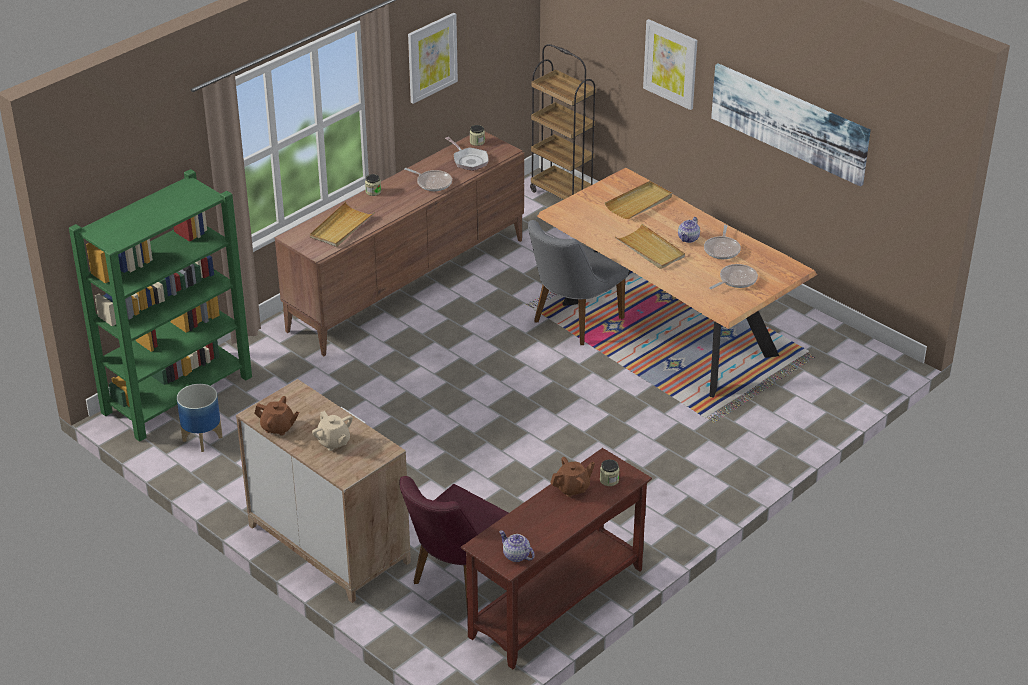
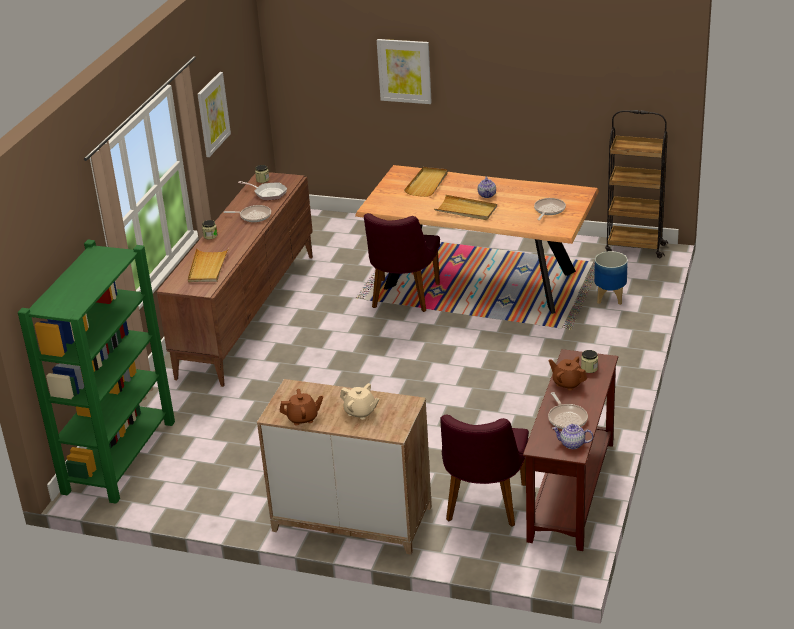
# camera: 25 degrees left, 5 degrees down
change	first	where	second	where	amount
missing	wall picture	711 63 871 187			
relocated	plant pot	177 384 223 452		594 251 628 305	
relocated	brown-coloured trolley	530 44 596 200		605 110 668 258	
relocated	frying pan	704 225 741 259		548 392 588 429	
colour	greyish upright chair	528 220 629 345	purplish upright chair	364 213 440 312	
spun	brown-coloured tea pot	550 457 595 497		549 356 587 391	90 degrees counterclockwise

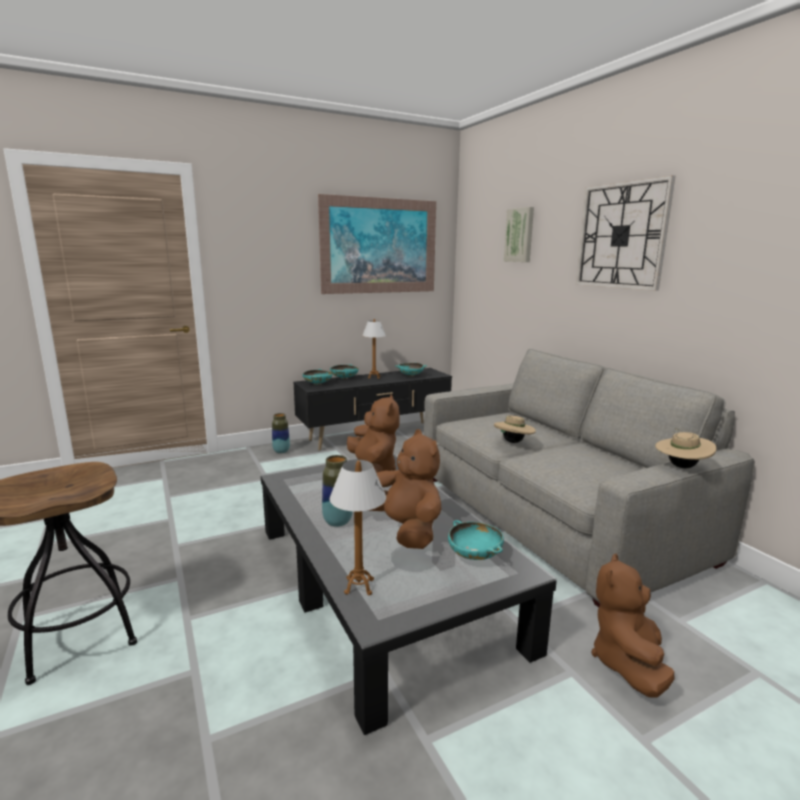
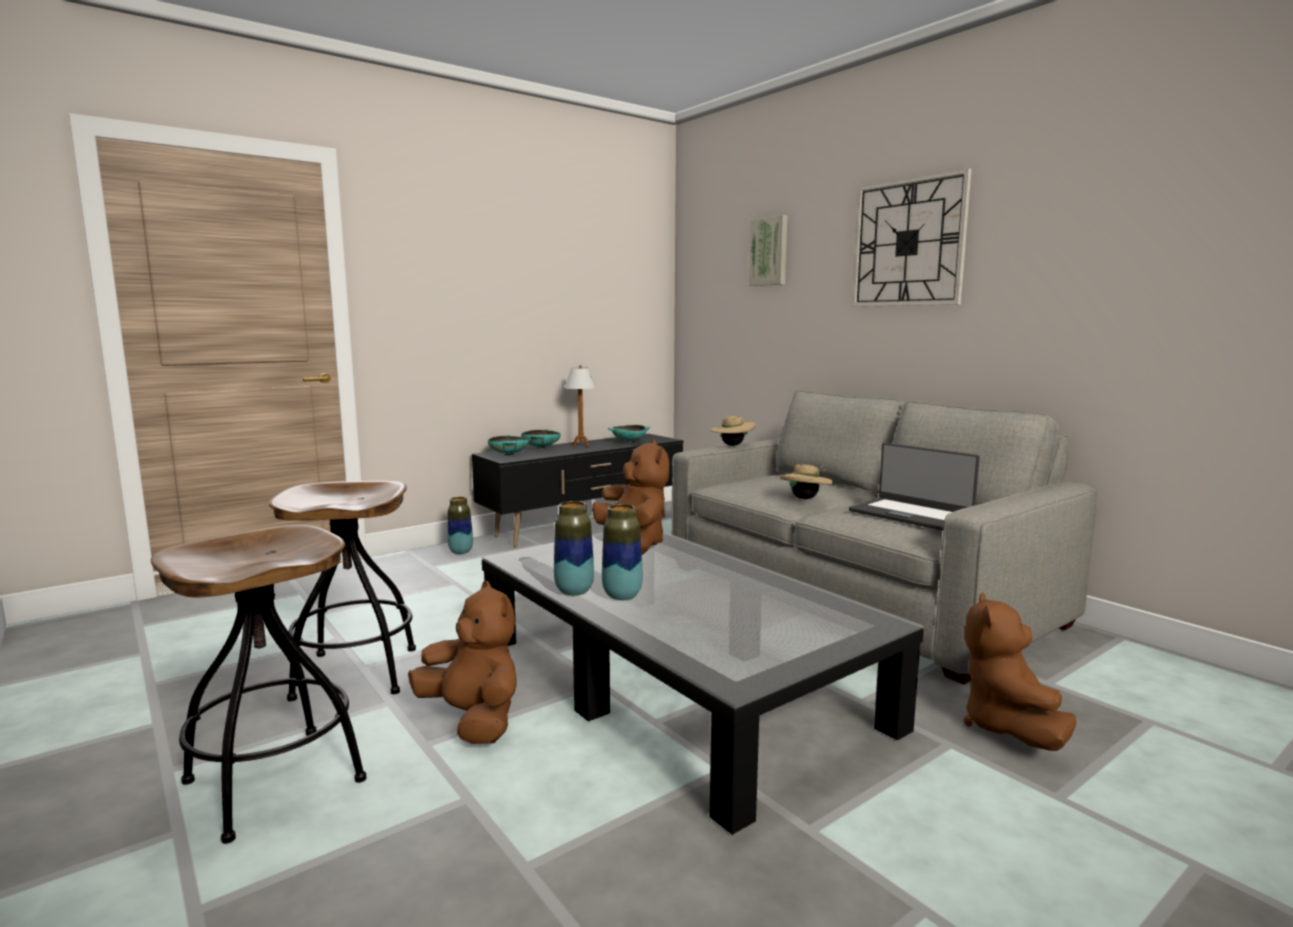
# camera: 10 degrees left, 5 degrees down
change	first	where	second	where	amount
missing	wall picture	318 194 436 294			
missing	table lamp	329 460 386 595			
missing	turquoise serving bowl	448 520 504 560			
appeared			brown-coloured stool	268 481 416 701	
appeared			flower vase	554 501 594 595	
appeared			portable computer	849 443 980 531	
relocated	brown-coloured soft toy	367 429 441 549		408 581 517 744	
relocated	beige-coloured wearable hat	655 428 717 468		711 415 756 446	

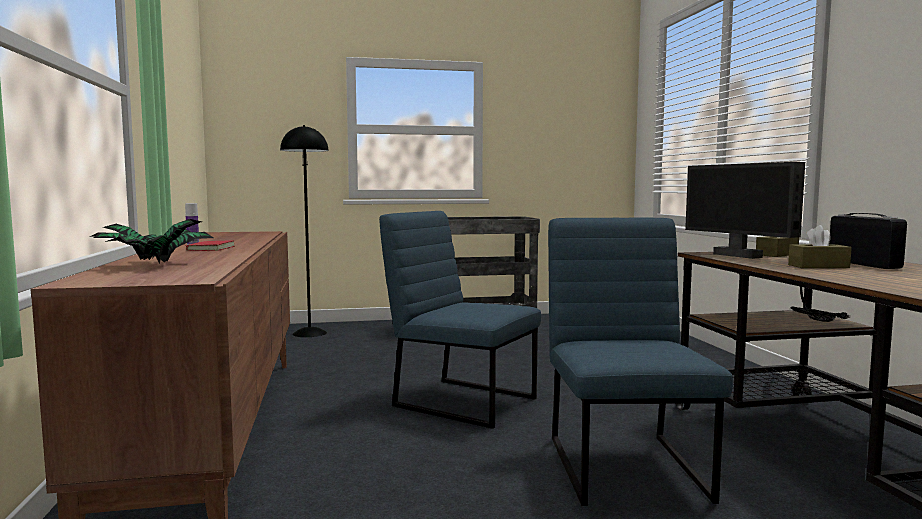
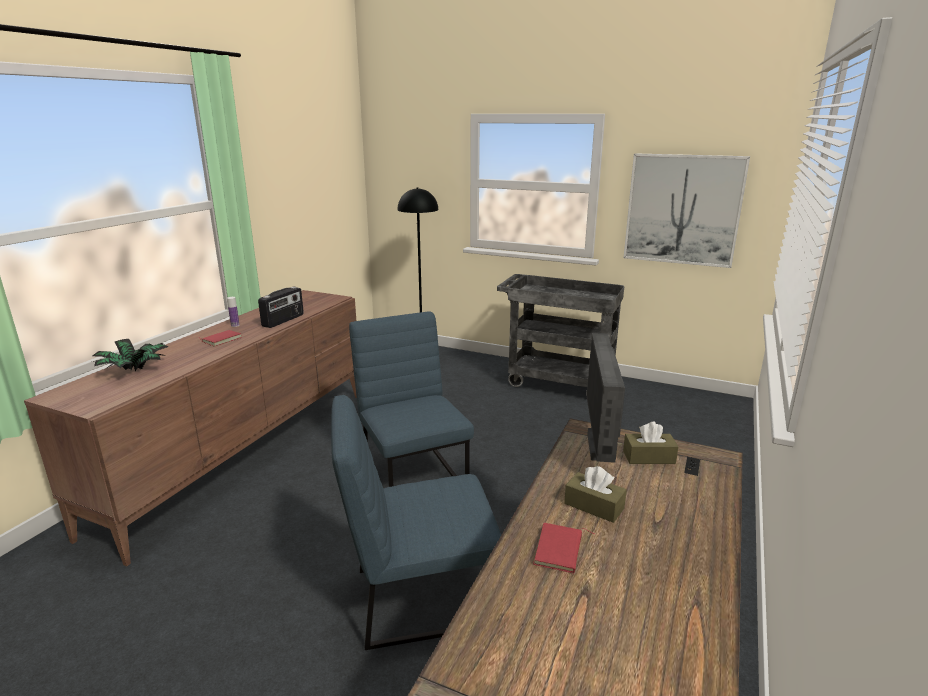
# camera: 35 degrees right, 15 degrees up
change	first	where	second	where	amount
appeared			red volume	533 523 594 574	
appeared			wall picture	623 153 750 268	
relocated	radio receiver	829 213 907 269		258 286 304 328	
spun	blue-coloured upright chair	548 218 733 506		331 395 501 650	135 degrees counterclockwise

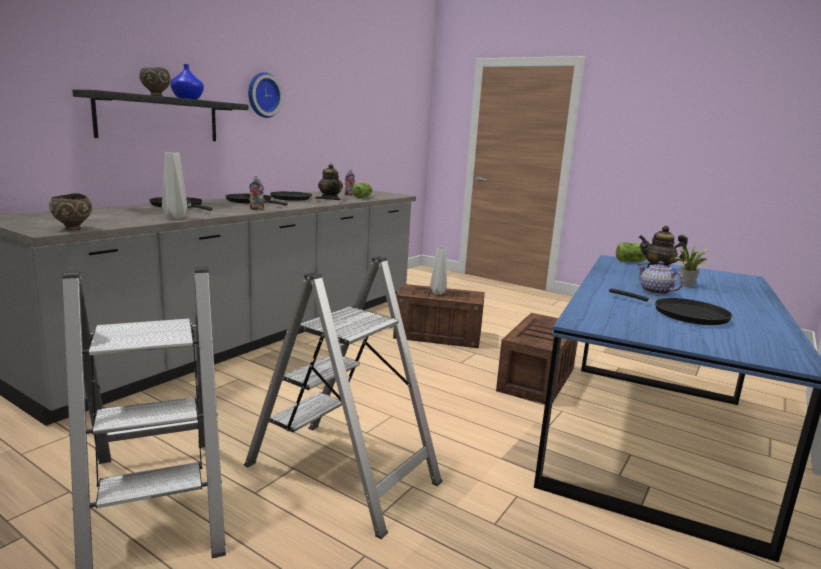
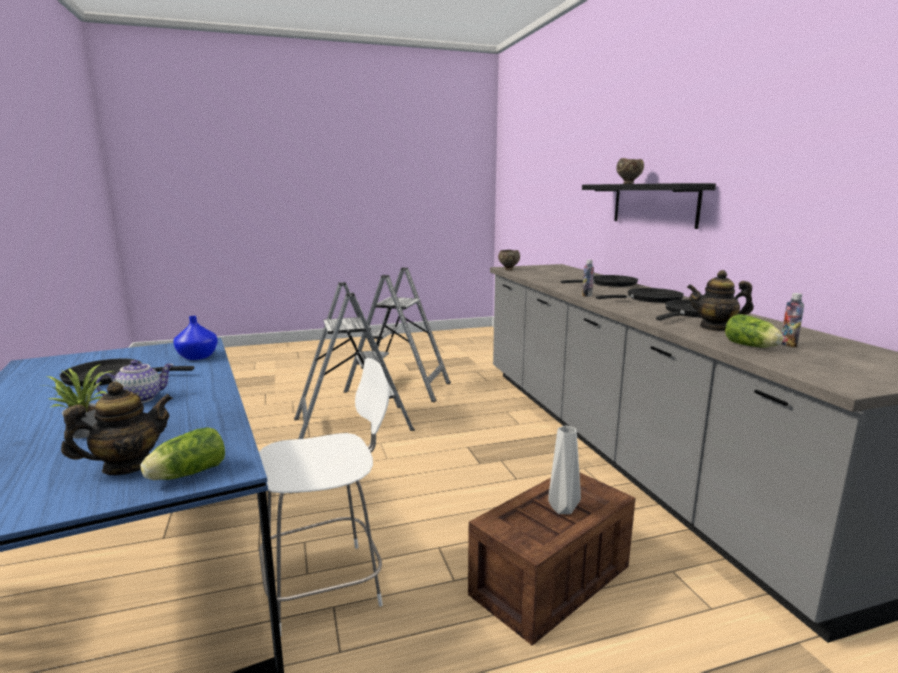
# camera: 130 degrees right, 0 degrees up
change	first	where	second	where	amount
missing	greyish flower vase	162 152 187 219			
missing	clock on the wall	248 72 283 118			
relocated	blue-coloured flower vase	170 64 204 100		173 316 218 360	
exchanged	packing crate	496 313 578 404	white-coloured upright chair	259 358 389 636	
spun	tea pot	638 261 684 295		96 360 174 403	45 degrees counterclockwise

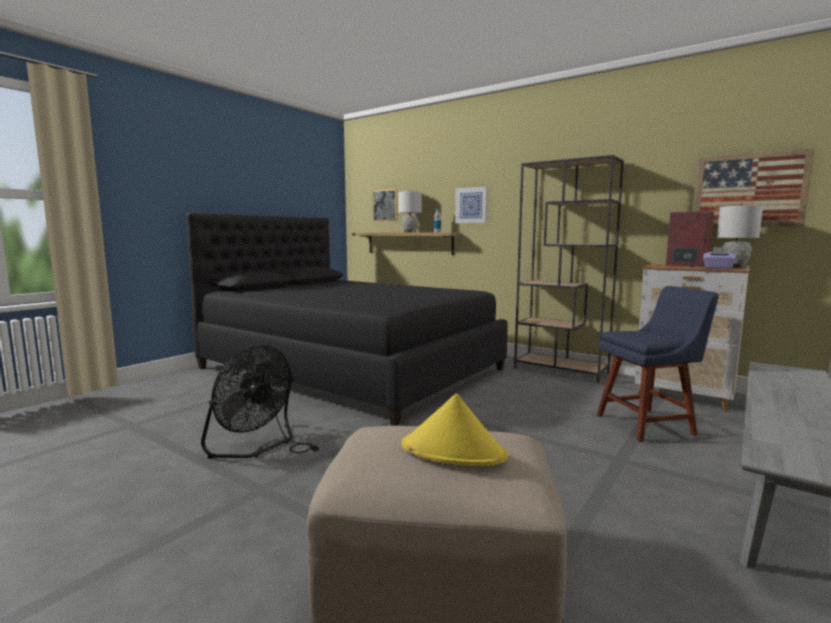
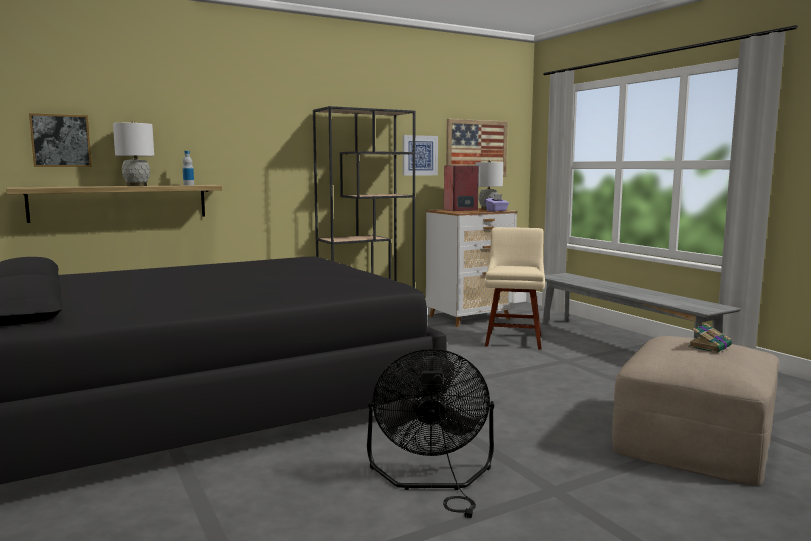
# camera: 65 degrees left, 0 degrees up
change	first	where	second	where	amount
relocated	wall picture	455 187 488 223		403 135 438 176	
exchanged	yellow-coloured wearable hat	402 393 508 466	volume	688 323 732 353	
colour	blue-coloured upright chair	597 286 719 442	beige-coloured upright chair	484 227 545 350	
spun	black cooling fan	201 345 319 459		367 349 494 518	120 degrees clockwise

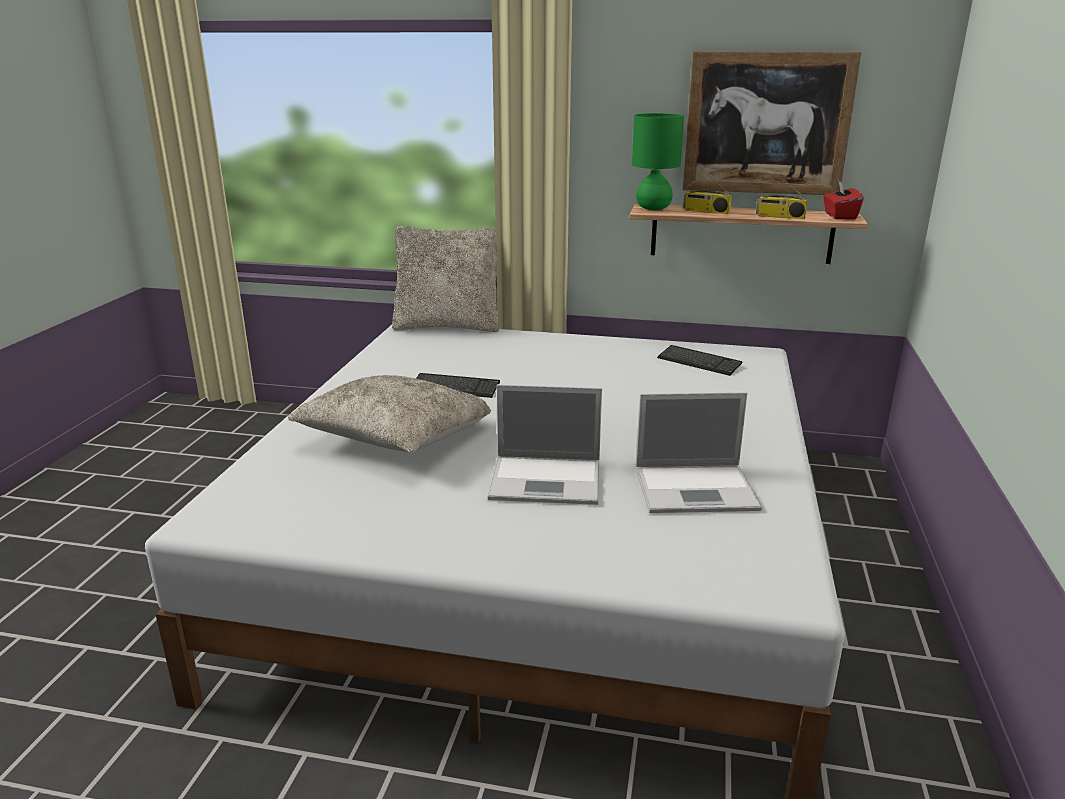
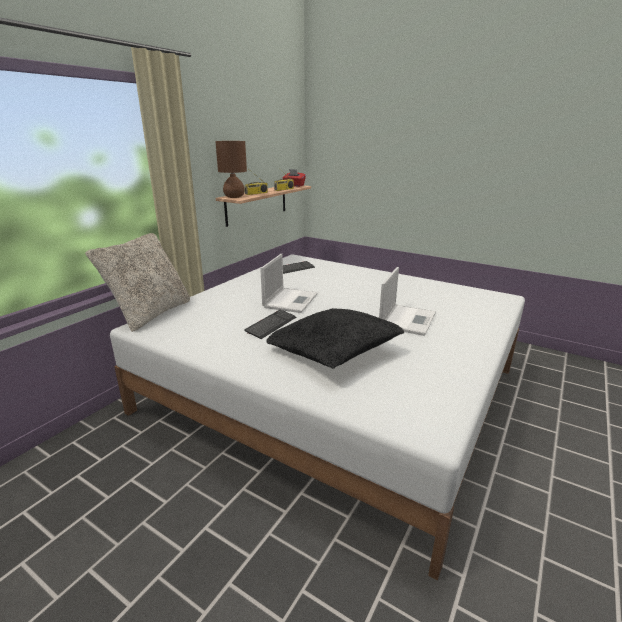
# camera: 70 degrees left, 0 degrees up
change	first	where	second	where	amount
missing	wall picture	683 51 861 195			
relocated	portable computer	636 392 762 513		260 254 318 313	
colour	beige-coloured pillow	288 375 491 453	black pillow	266 308 404 369	
colour	greenish table lamp	632 113 684 210	brown-coloured table lamp	215 141 247 198	

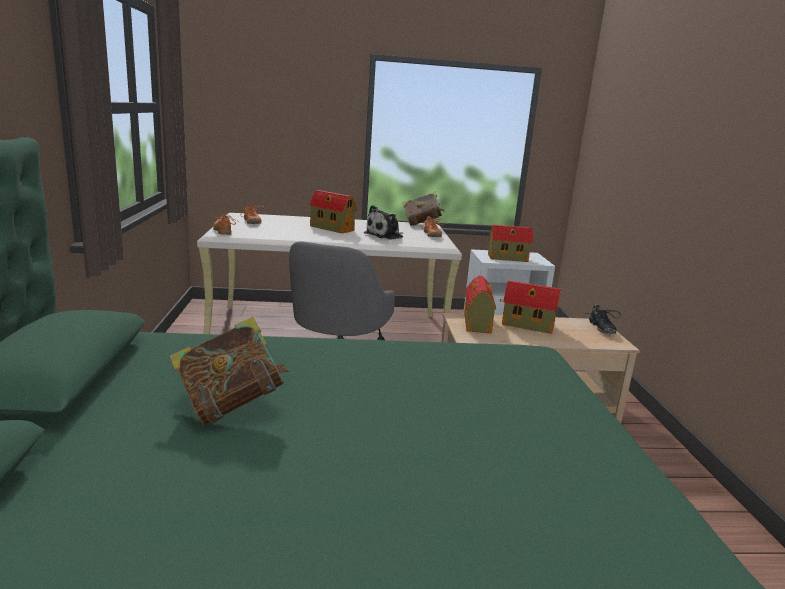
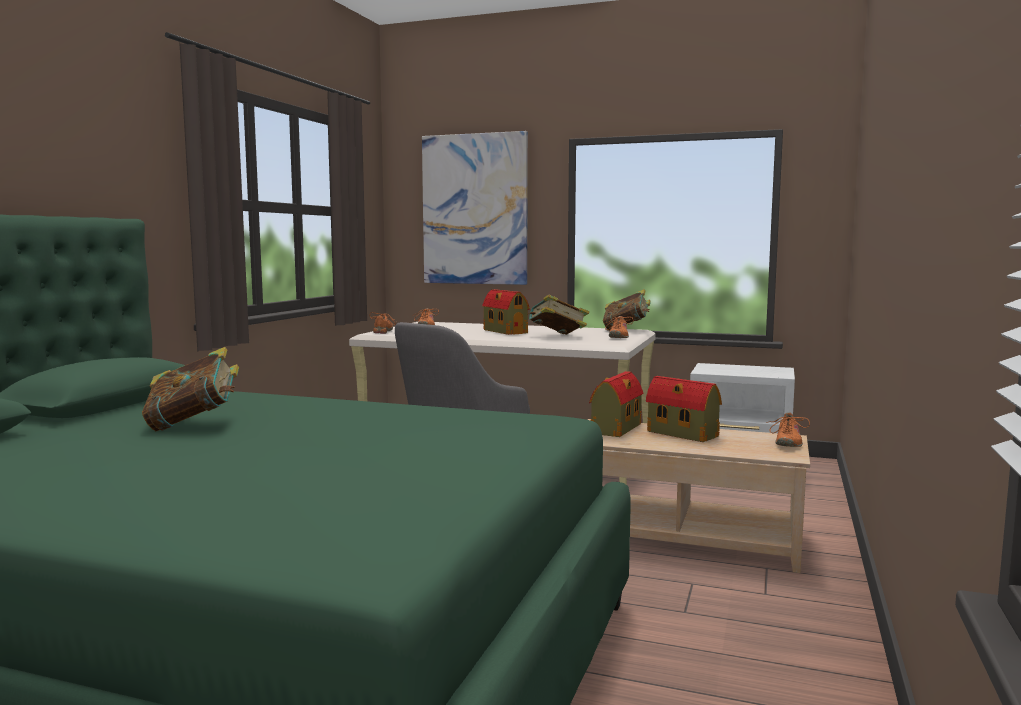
# camera: 25 degrees right, 10 degrees down
change	first	where	second	where	amount
missing	model house	488 225 533 262			
appeared			wall picture	422 131 528 285	
exchanged	soft toy	364 205 403 240	volume	527 295 589 335	
colour	black item of footwear	585 305 620 334	orangey item of footwear	767 412 810 447	

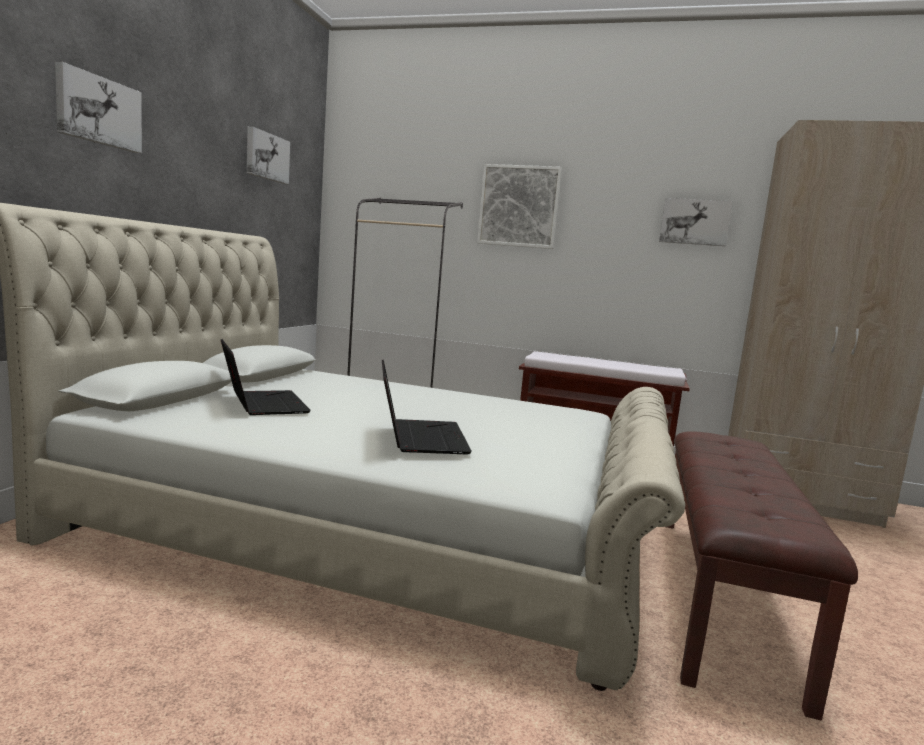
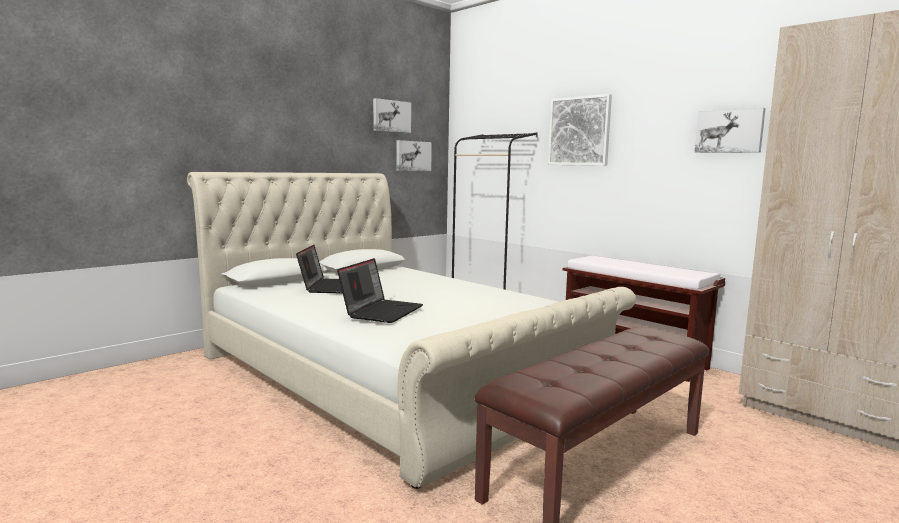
# camera: 30 degrees right, 0 degrees up
change	first	where	second	where	amount
relocated	wall picture	55 62 142 153		396 140 432 171	

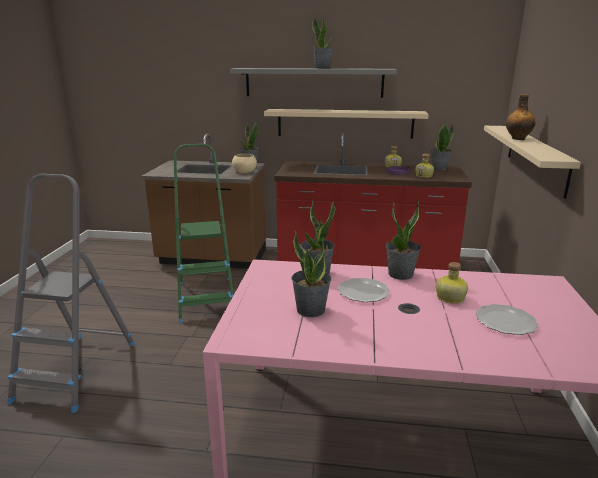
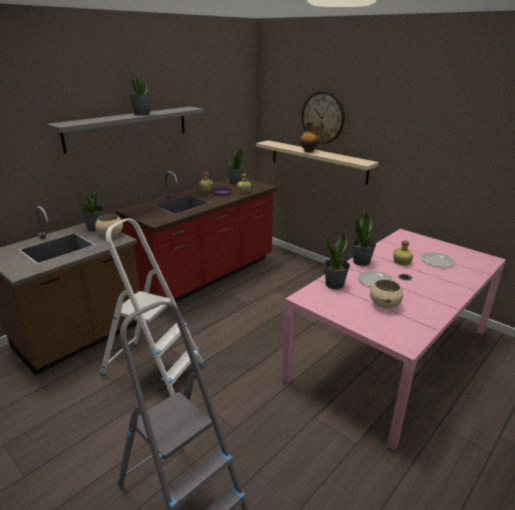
# camera: 55 degrees left, 5 degrees up
change	first	where	second	where	amount
missing	beige-coloured bracket shelf	264 109 429 139			
appeared			clock on the wall	302 91 345 144	
exchanged	plant in a pot	292 231 331 317	beige-coloured serving bowl	370 279 403 309	
colour	greenish stepladder	174 144 234 324	white-coloured stepladder	100 218 205 396	

